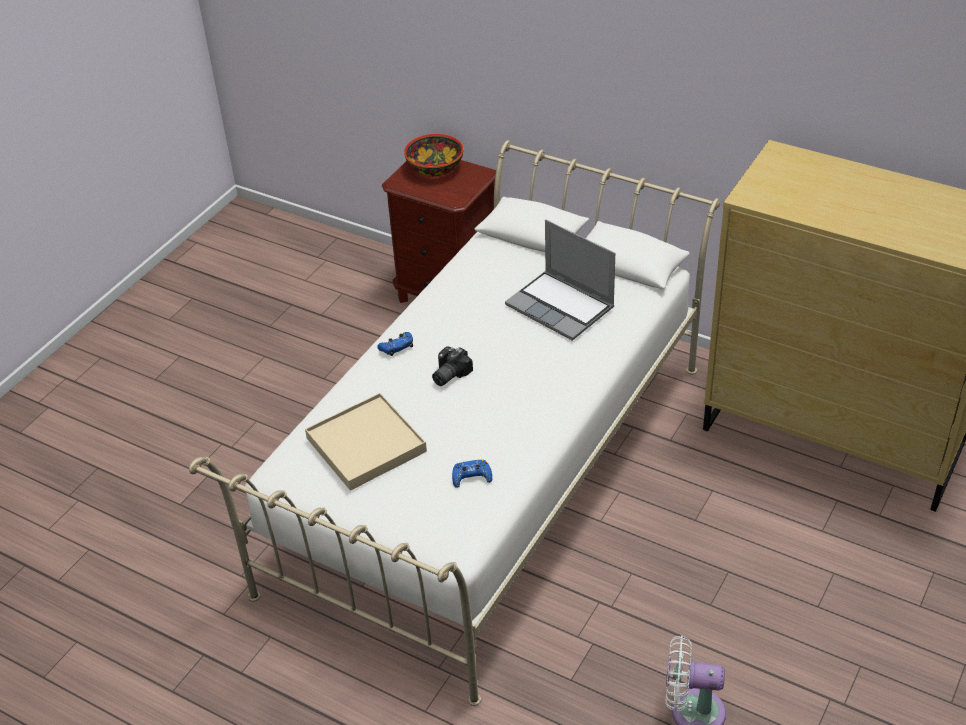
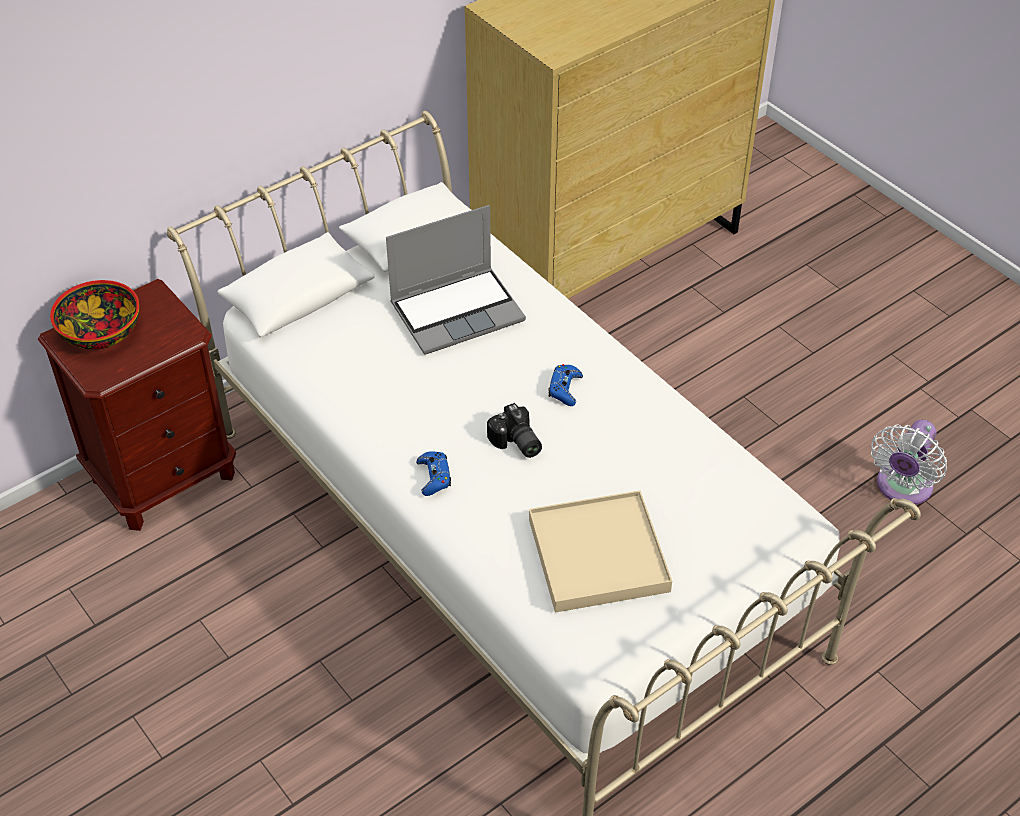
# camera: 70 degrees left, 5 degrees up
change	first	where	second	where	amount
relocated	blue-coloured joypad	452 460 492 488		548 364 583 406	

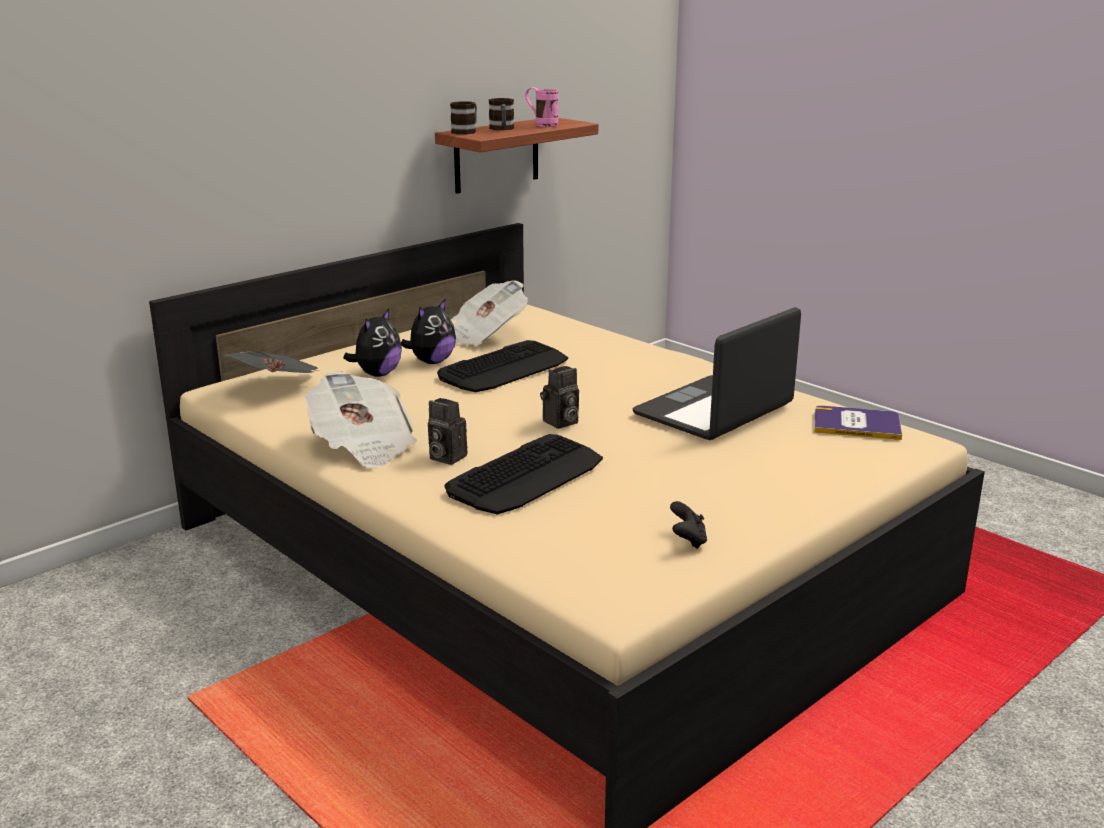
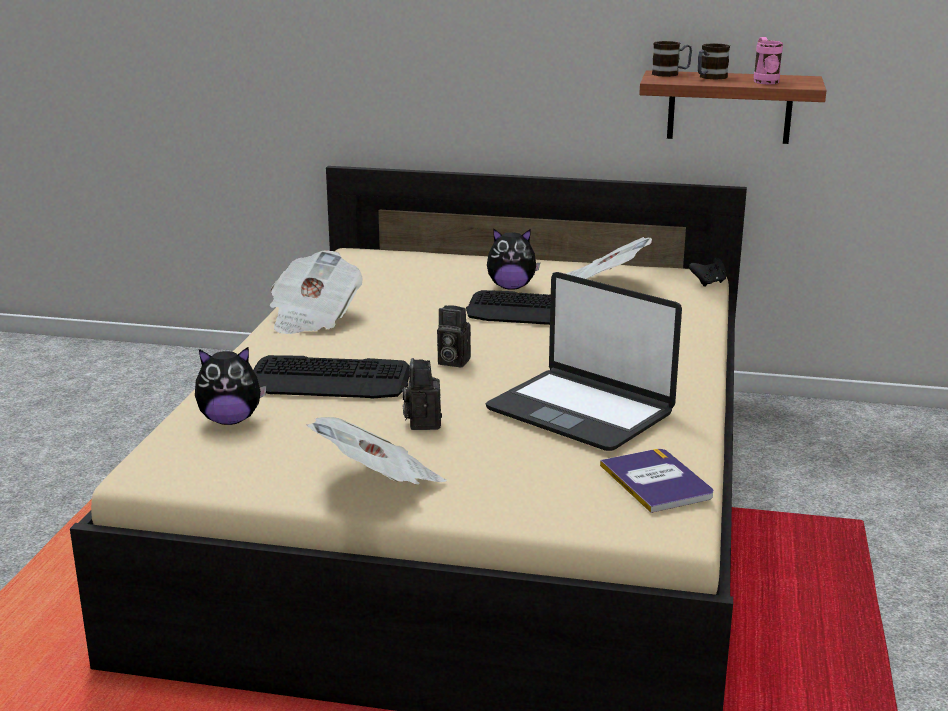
# camera: 55 degrees right, 0 degrees up
change	first	where	second	where	amount
relocated	newspaper	221 352 319 373		307 417 447 485	
relocated	soft toy	343 308 402 377		195 347 267 425	
relocated	photo camera	428 398 467 465		402 358 442 430	
relocated	black joypad	670 501 707 549		689 258 727 287	
spun	portable computer	633 307 801 440		486 272 682 451	150 degrees counterclockwise

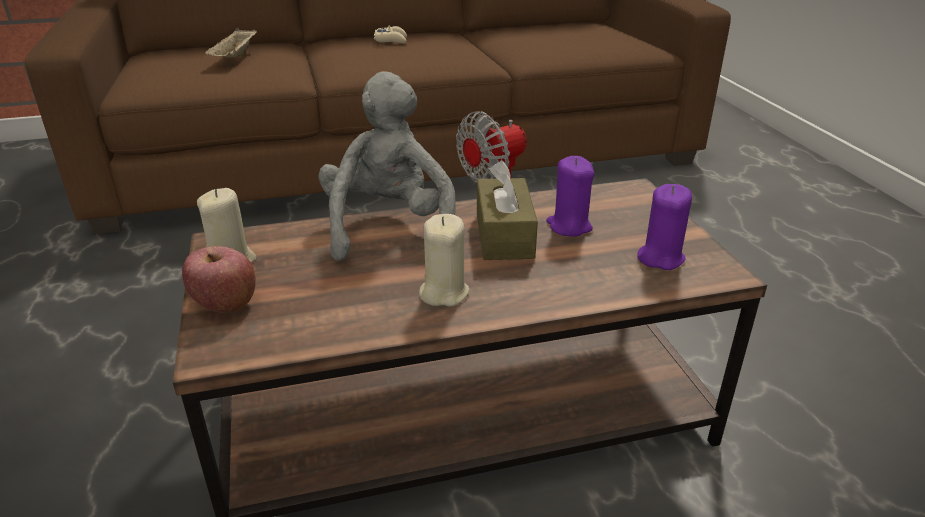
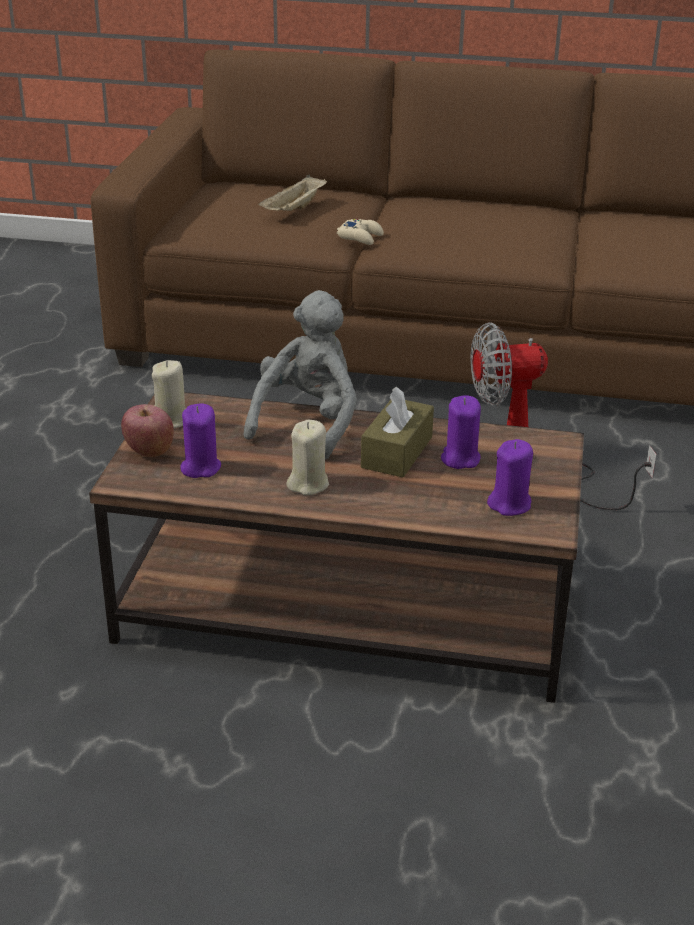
# camera: 25 degrees right, 0 degrees up
change	first	where	second	where	amount
appeared			purplish wax light	180 403 221 478	
relocated	beige-coloured joypad	374 25 407 44		337 219 384 245	

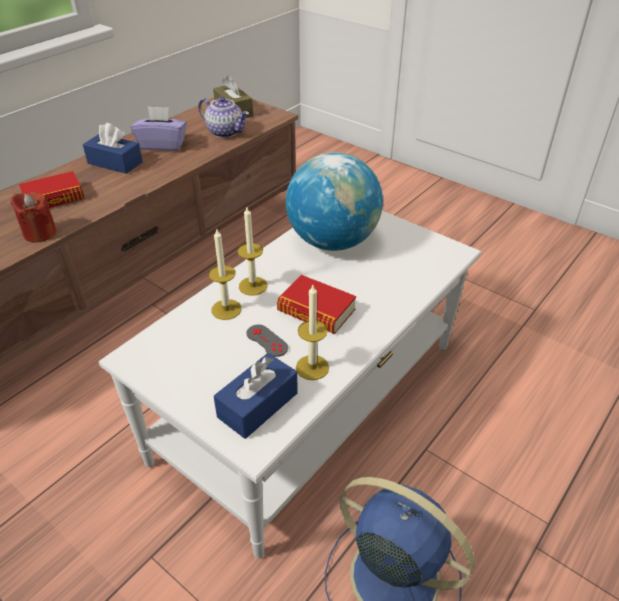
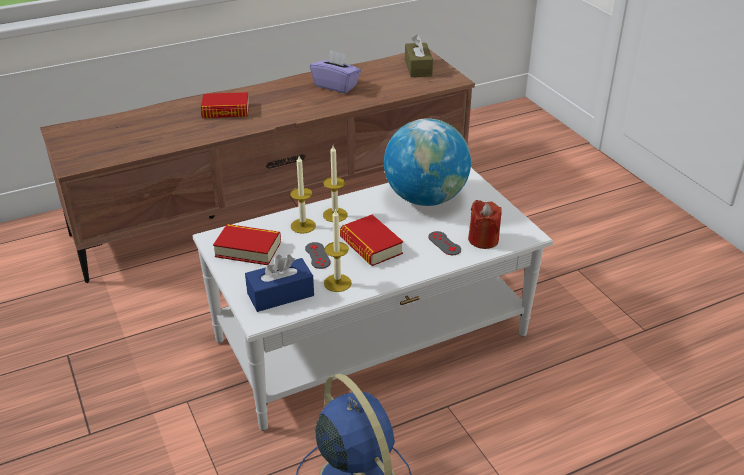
# camera: 25 degrees right, 5 degrees down
change	first	where	second	where	amount
missing	blue-coloured tissue box	83 123 143 174			
missing	tea pot	198 97 249 138			
appeared			volume	213 224 281 265	
appeared			greyish joypad	428 231 461 255	
relocated	red wax light	11 192 57 243		468 200 502 249	

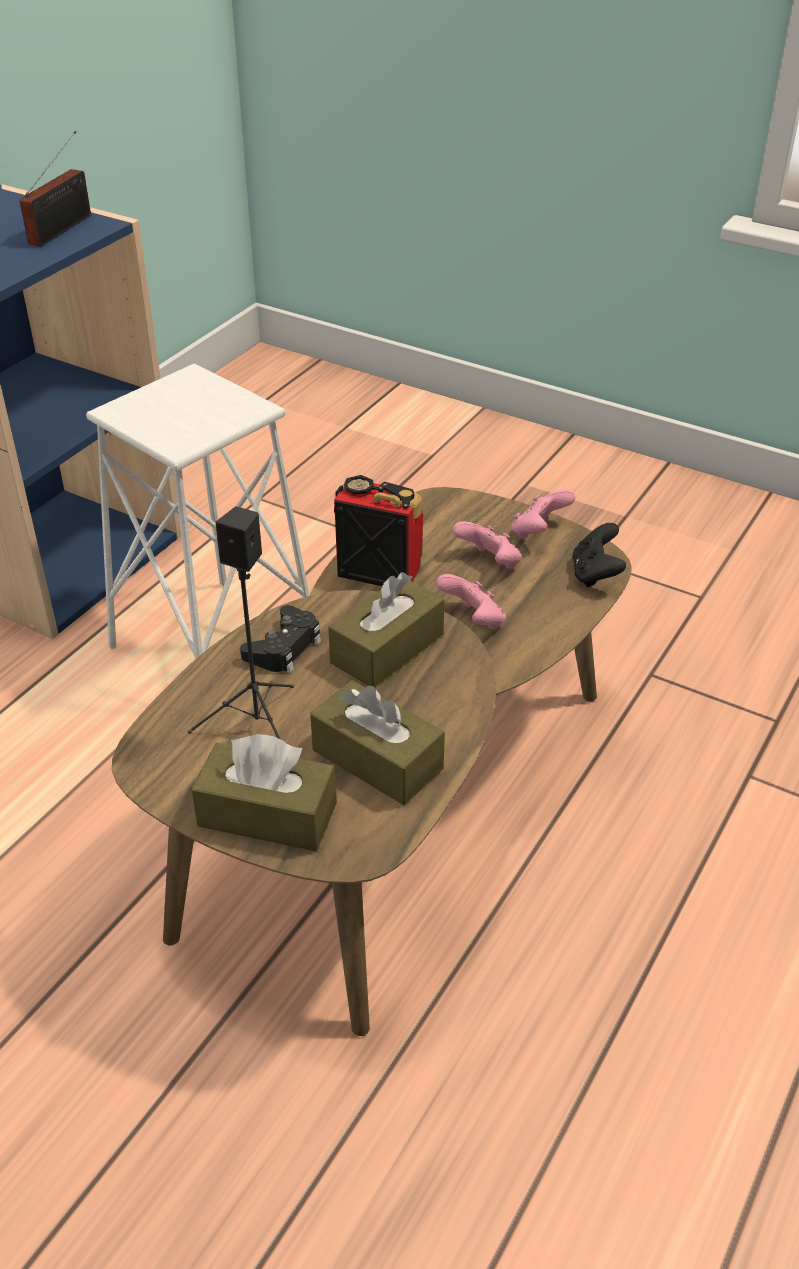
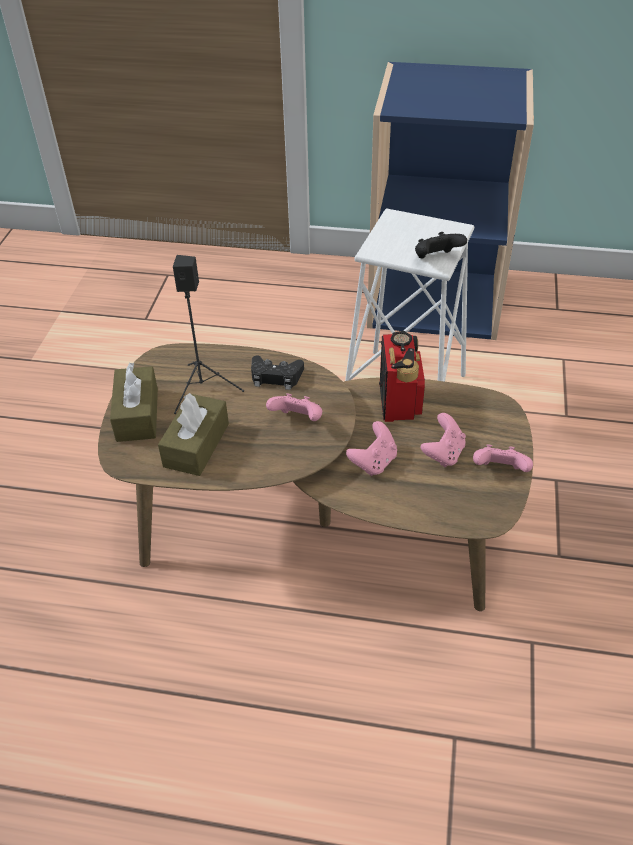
# camera: 70 degrees right, 5 degrees up
change	first	where	second	where	amount
missing	radio receiver	20 131 91 247			
relocated	black joypad	572 523 626 587		415 232 467 259	
exchanged	brown-coloured tissue box	328 572 444 688	pink joypad	266 393 322 421	

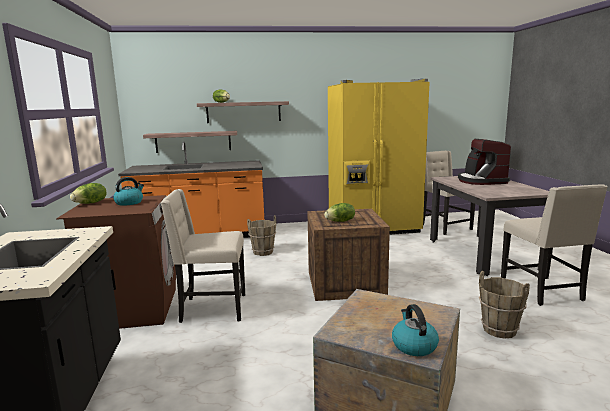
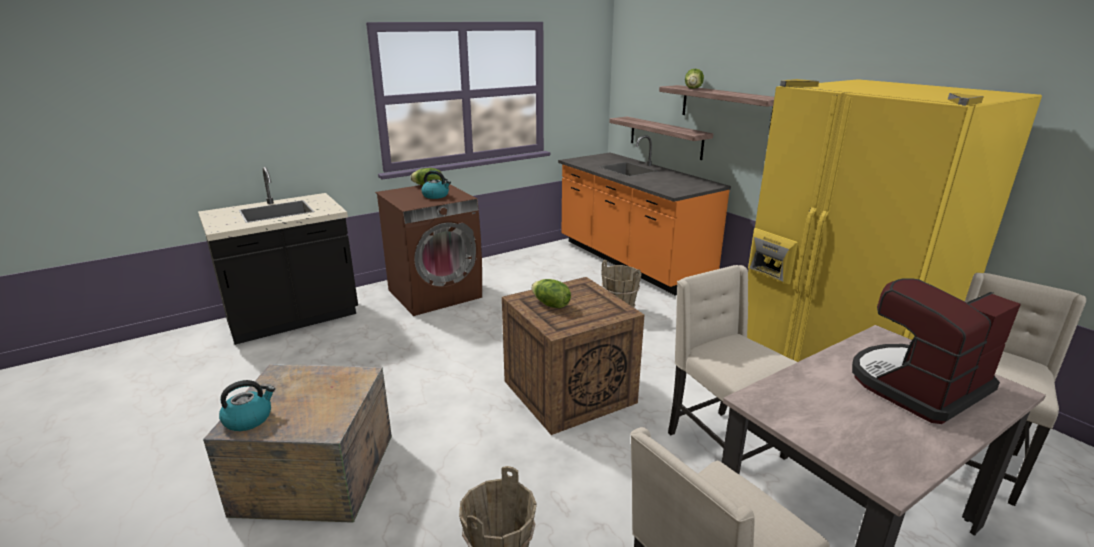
# camera: 65 degrees right, 10 degrees up
change	first	where	second	where	amount
relocated	beige-coloured upright chair	161 189 245 323		668 265 797 461	

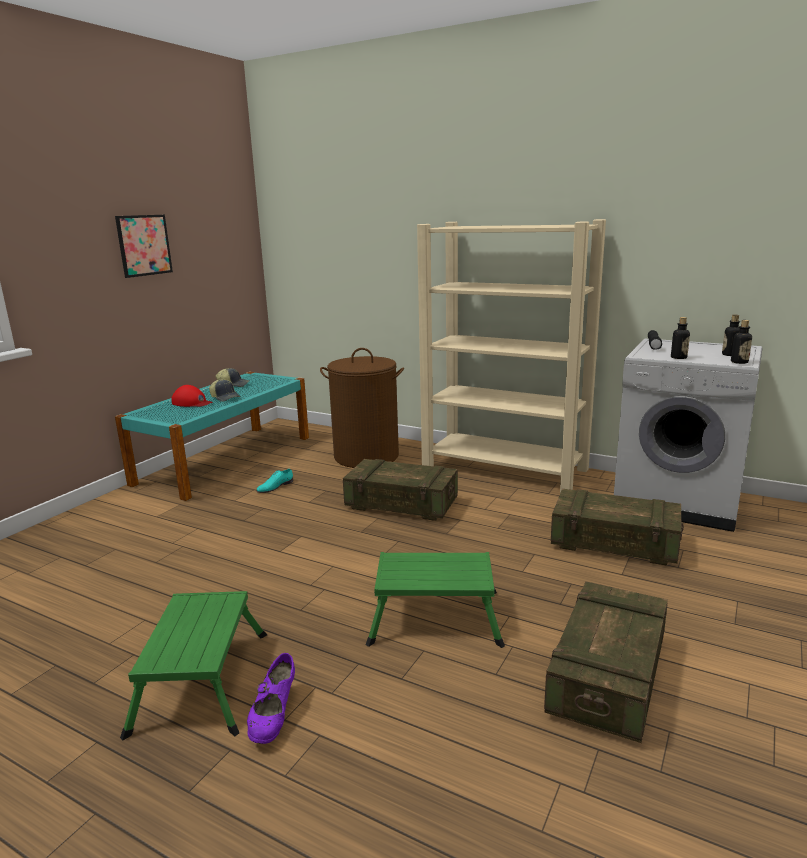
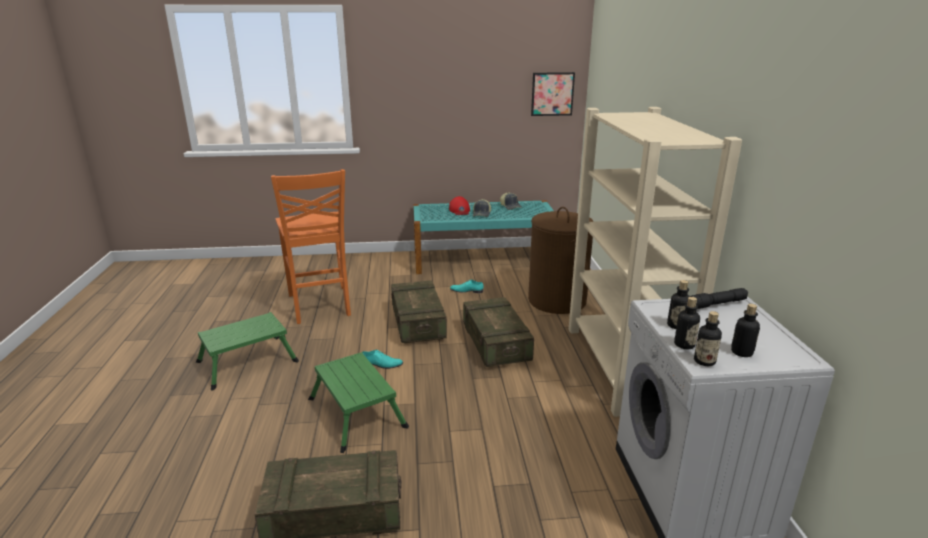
# camera: 55 degrees right, 5 degrees up
change	first	where	second	where	amount
missing	purplish item of footwear	247 653 295 744			
appeared			orangey upright chair	271 169 351 324	
appeared			turquoise item of footwear	362 350 403 369	
appeared			bottle	674 297 700 349	
relocated	wall picture	115 215 173 278		531 72 575 116	
relocated	packing crate	551 489 684 566		391 280 447 343	

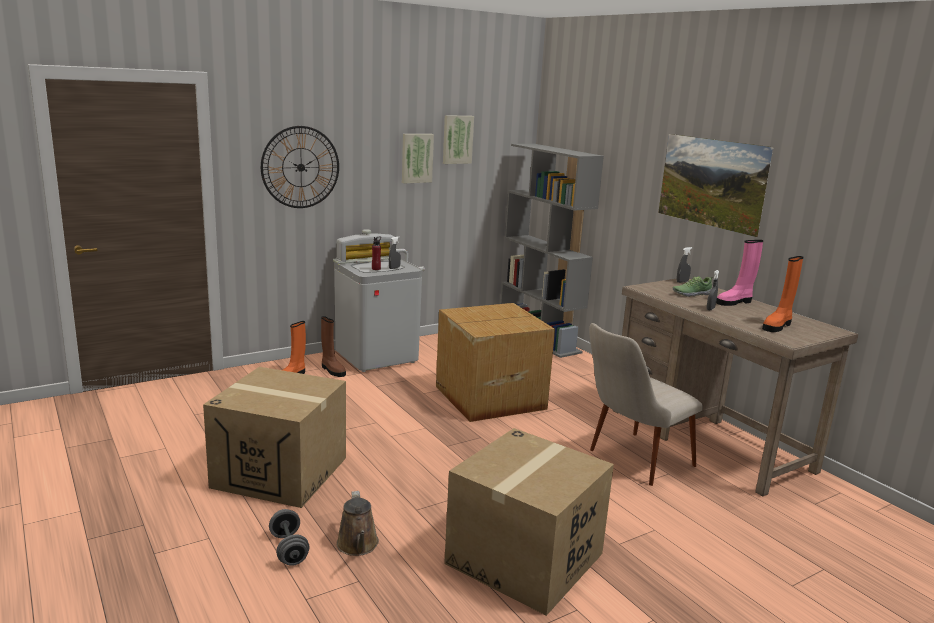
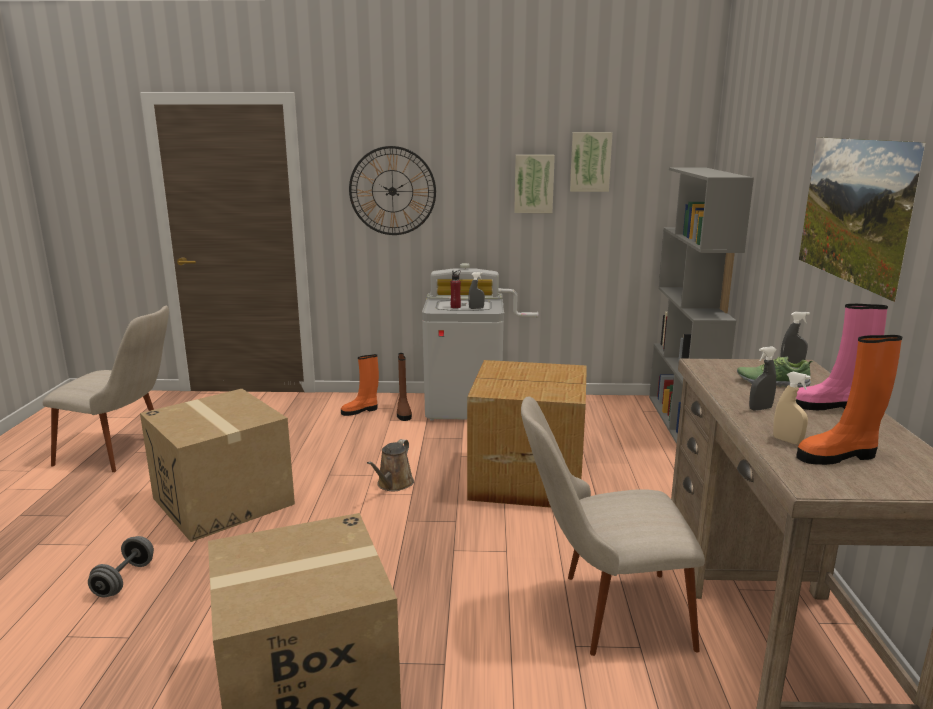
# camera: 35 degrees right, 0 degrees up
change	first	where	second	where	amount
appeared			beige-coloured upright chair	43 305 169 472	
appeared			beige-coloured spray bottle	773 372 811 445	
relocated	brown-coloured sprinkling can	336 491 379 556		367 439 414 491	

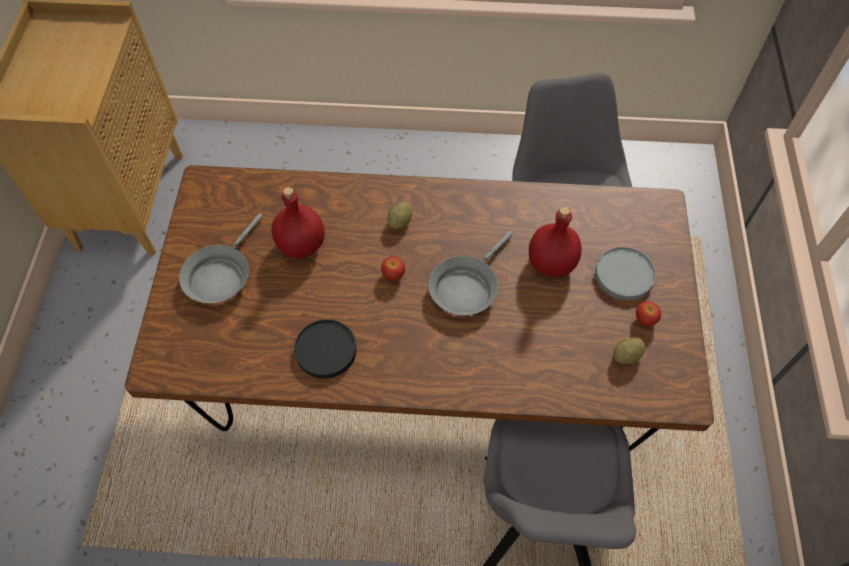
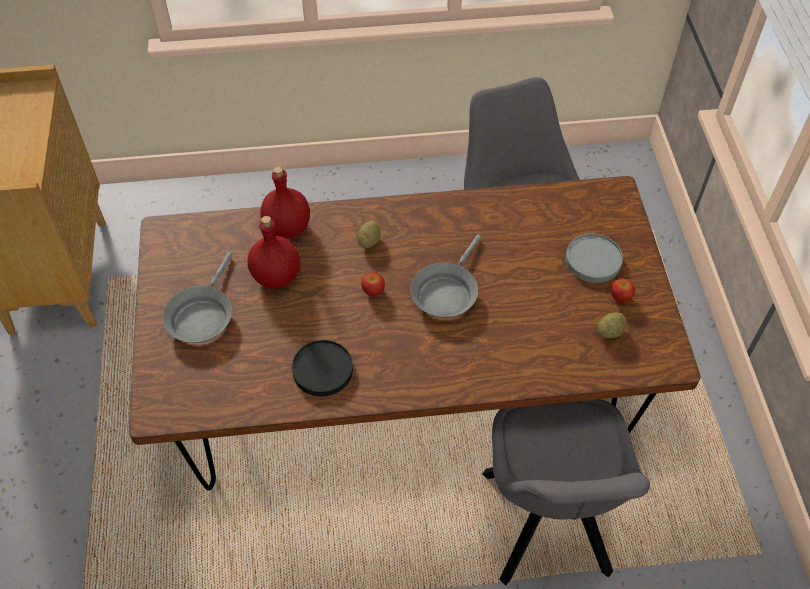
# camera: 10 degrees left, 5 degrees down
change	first	where	second	where	amount
relocated	red bottle	529 207 582 277		260 166 310 238	

